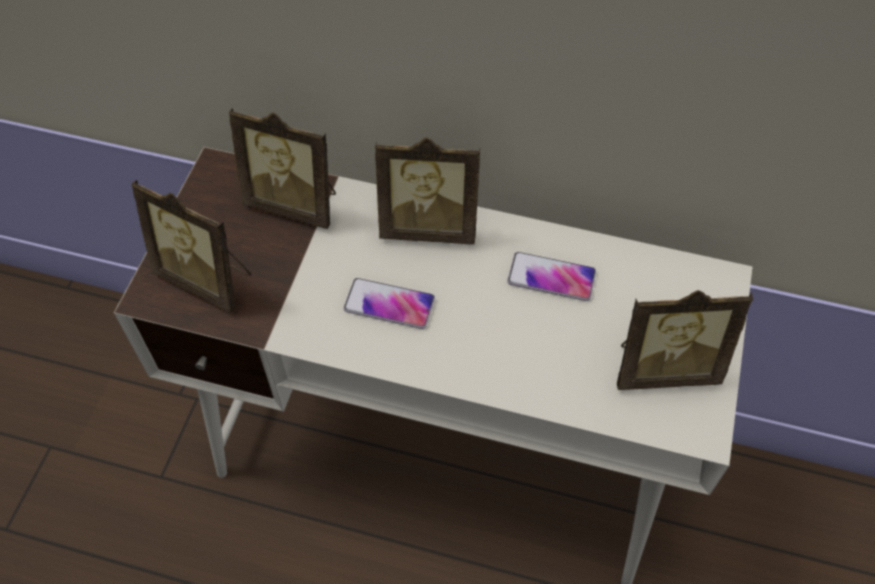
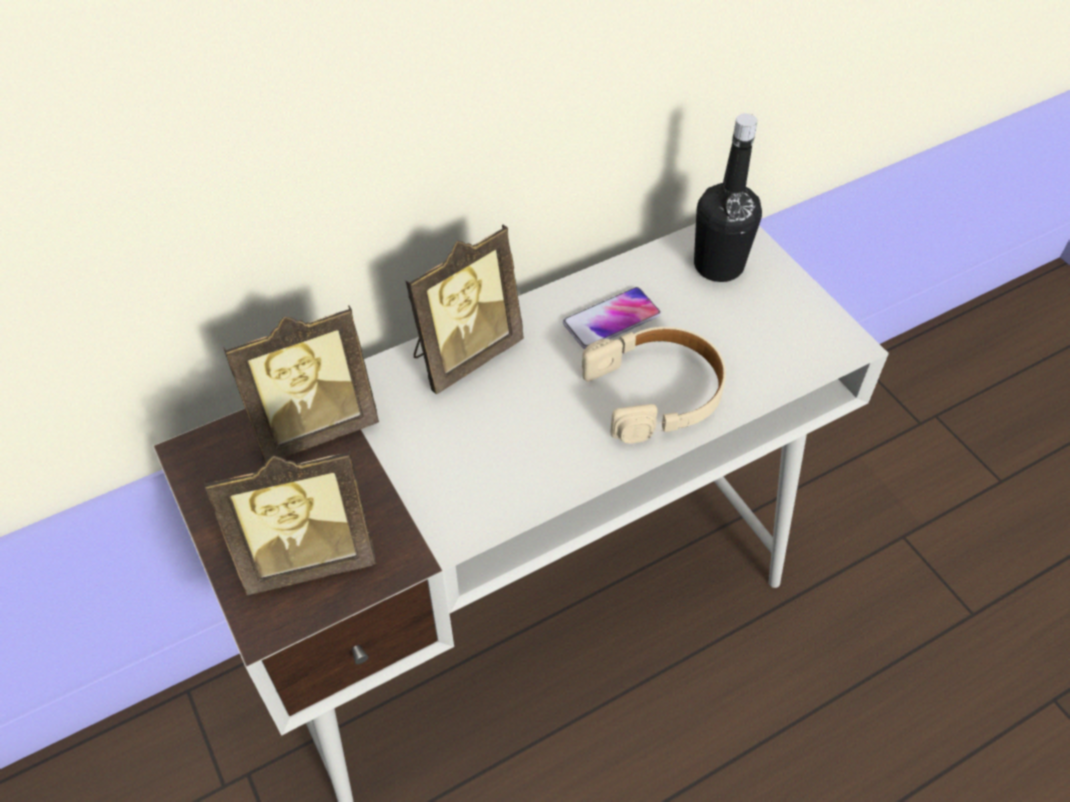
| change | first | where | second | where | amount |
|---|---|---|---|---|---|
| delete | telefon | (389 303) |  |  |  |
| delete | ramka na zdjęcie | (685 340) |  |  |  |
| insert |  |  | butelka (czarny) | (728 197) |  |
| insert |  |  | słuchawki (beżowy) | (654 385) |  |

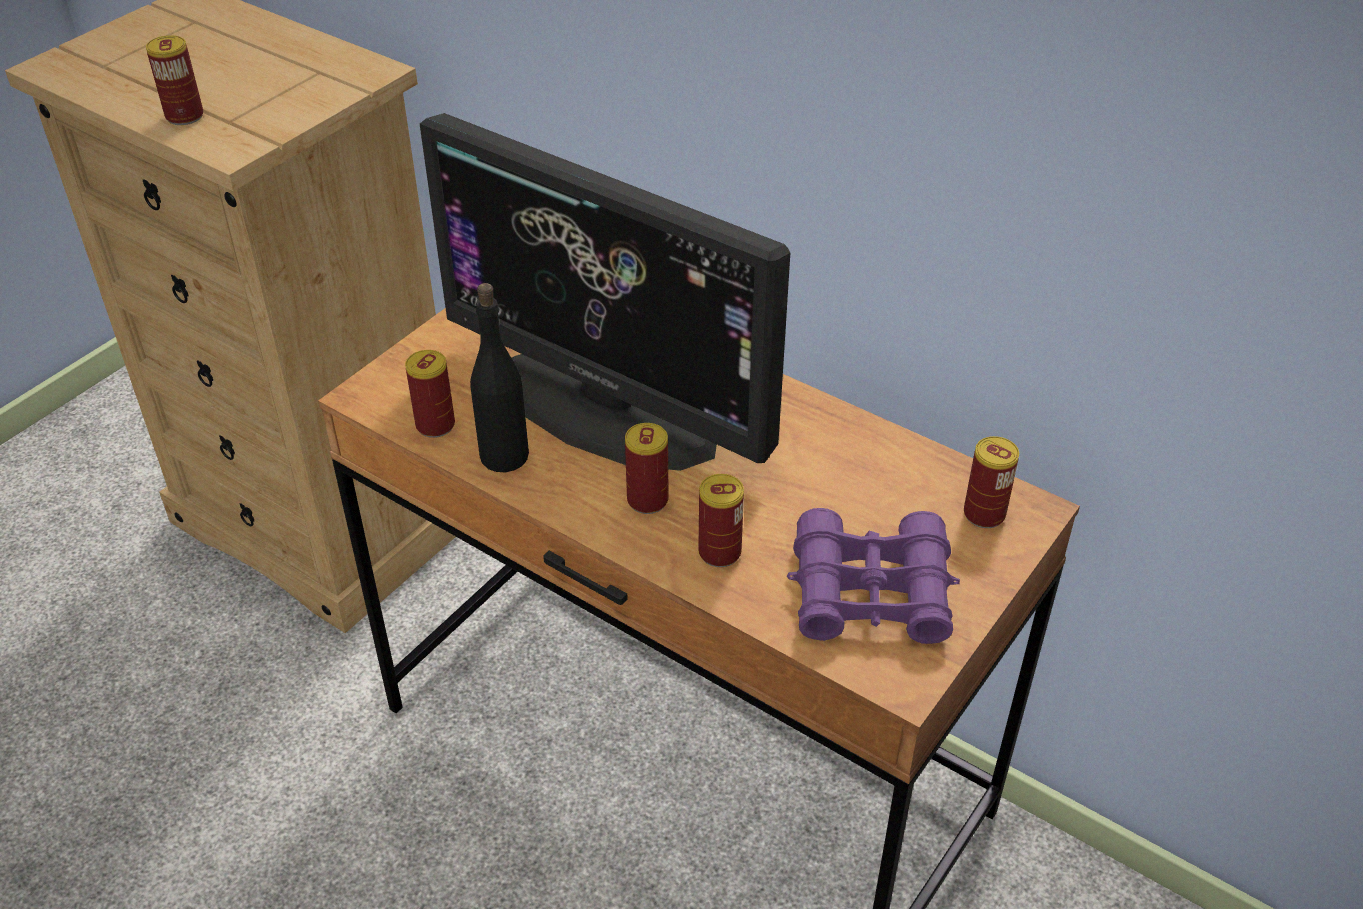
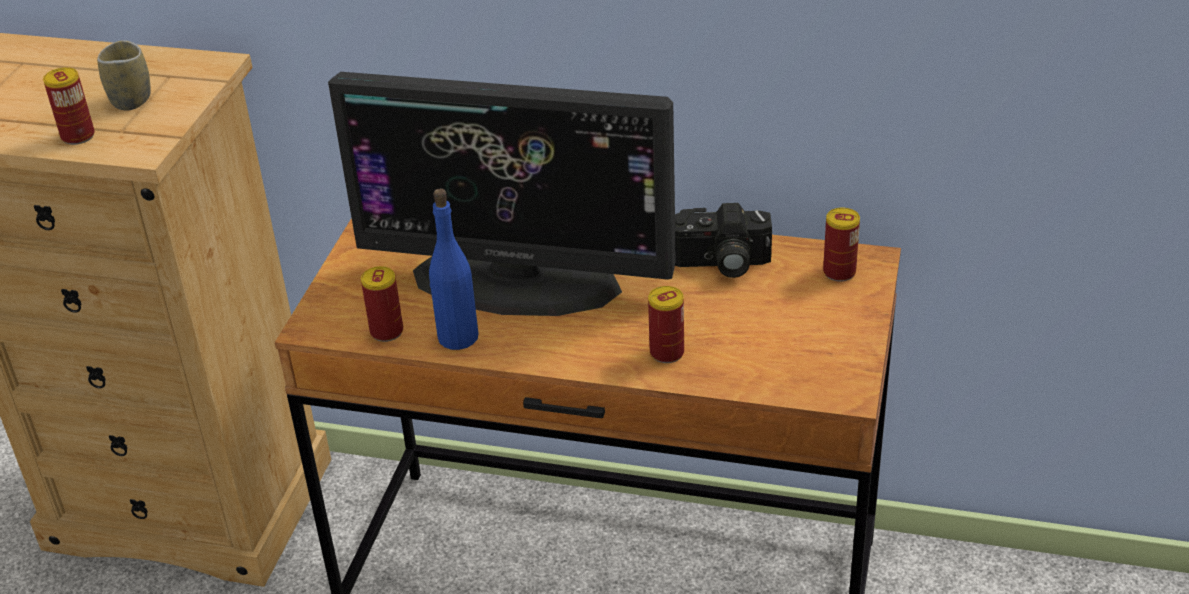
| change | first | where | second | where | amount |
|---|---|---|---|---|---|
| recolor | butelka (czarny) | (499 377) | butelka (niebieski) | (454 269) |  |
| delete | puszka | (647 468) |  |  |  |
| delete | lornetka (fioletowy) | (873 576) |  |  |  |
| insert |  |  | filiżanka | (124 75) |  |
| insert |  |  | aparat fotograficzny | (723 240) |  |

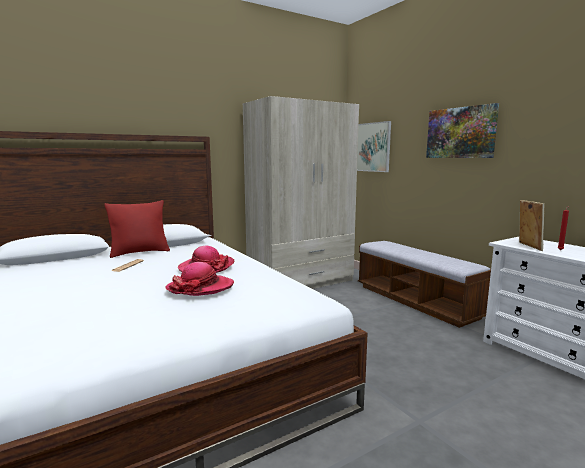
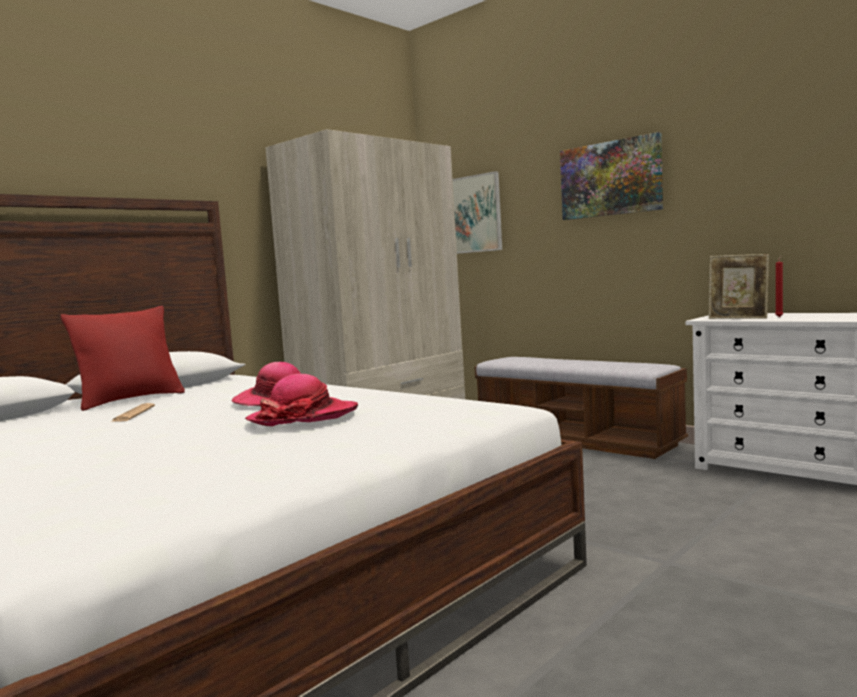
| change | first | where | second | where | amount |
|---|---|---|---|---|---|
| rotate | ramka na zdjęcie | (532 225) |  | (739 286) | 135 degrees clockwise |

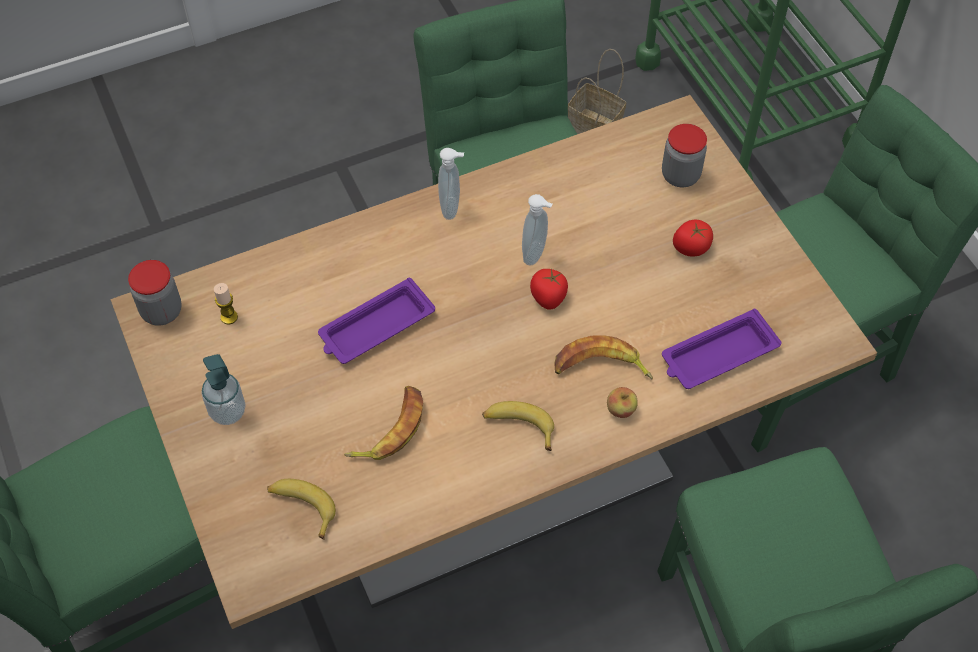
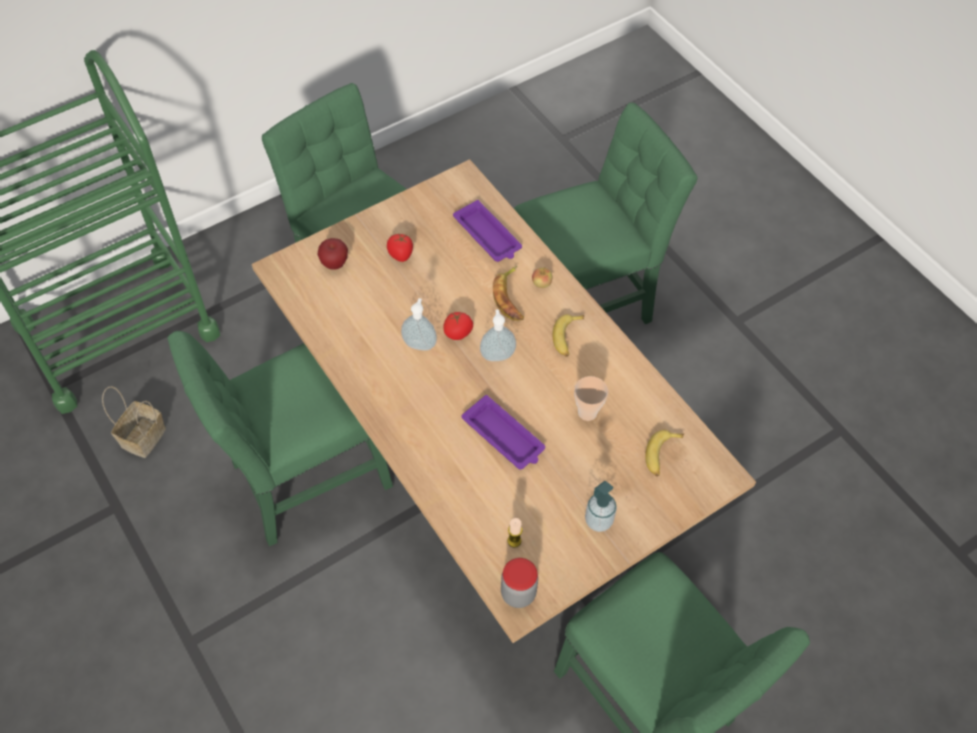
| change | first | where | second | where | amount |
|---|---|---|---|---|---|
| replace | słoik | (684 155) | jabłko | (332 254) |  |
| move | dozownik mydła | (451 184) |  | (498 335) |  |
| replace | banan | (383 423) | filiżanka | (591 398) |  |

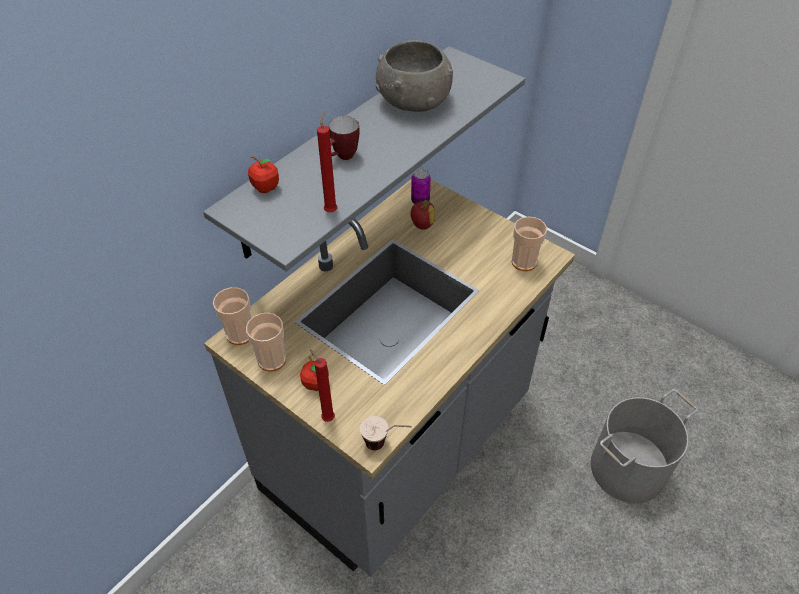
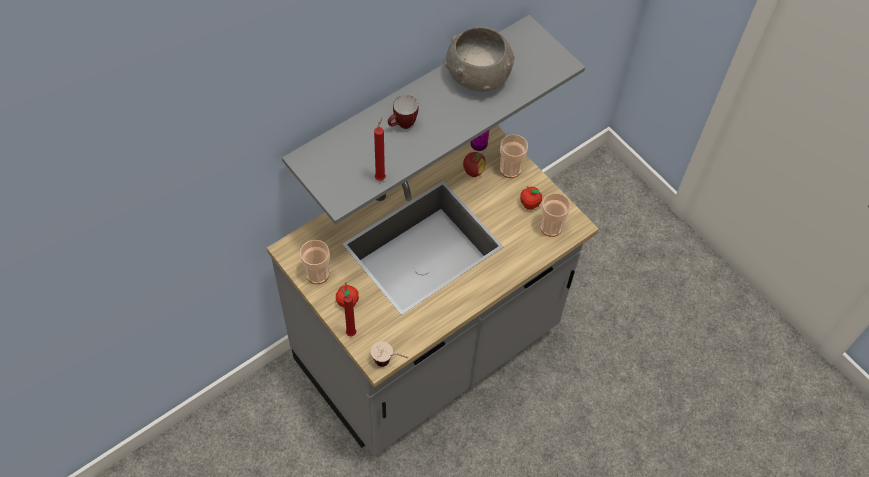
| change | first | where | second | where | amount |
|---|---|---|---|---|---|
| move | jabłko | (263 174) |  | (531 198) |  |
| move | filiżanka | (232 316) |  | (514 156) |  |
| delete | wiadro (szary) | (644 446) |  |  |  |

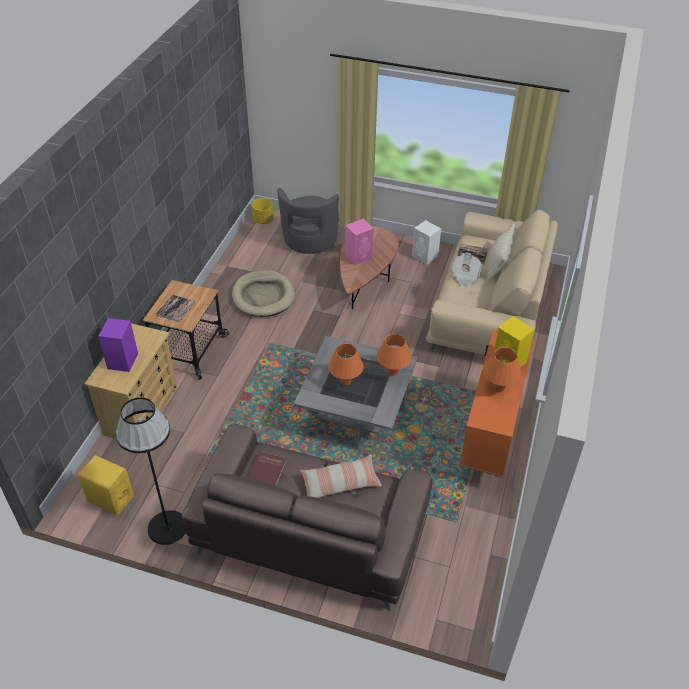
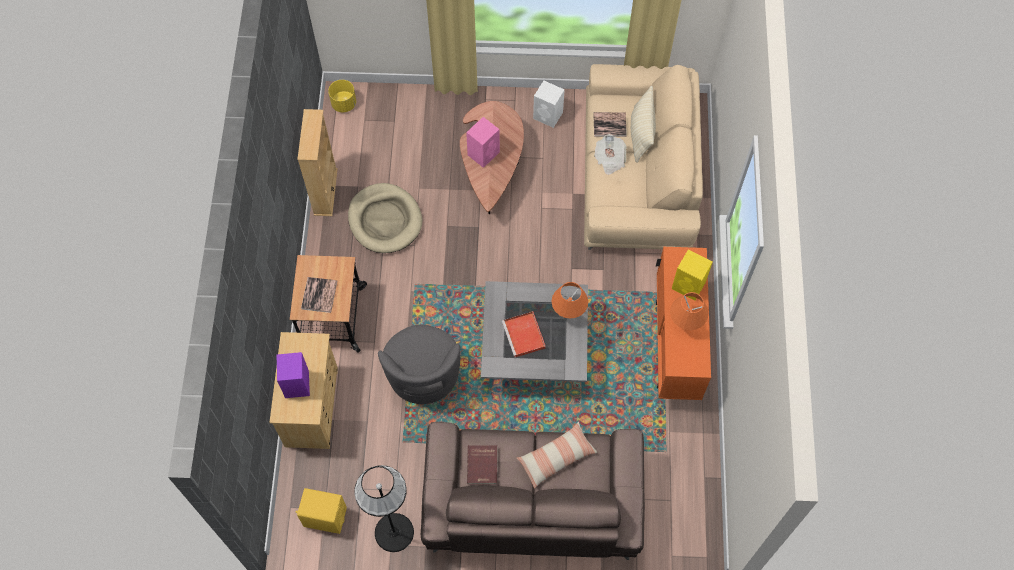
| change | first | where | second | where | amount |
|---|---|---|---|---|---|
| move | fotel (szary) | (308 221) |  | (419 364) |  |
| replace | lampa stołowa (pomarańczowy) | (346 364) | taca (czerwony) | (524 334) |  |
| insert |  |  | regał (beżowy) | (317 162) |  |

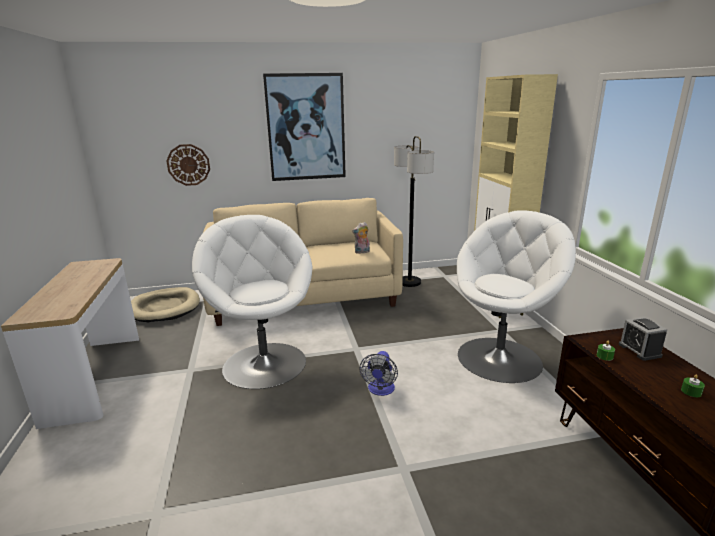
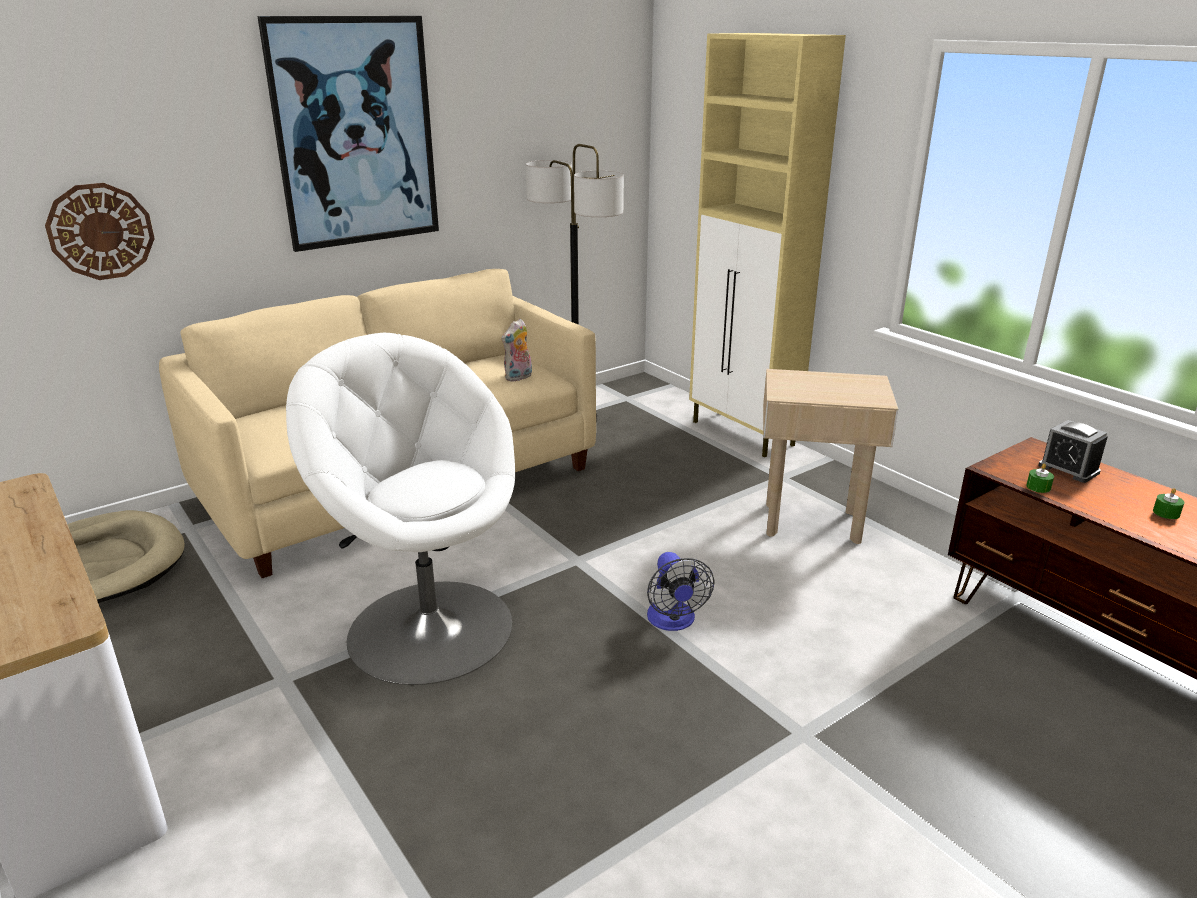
| change | first | where | second | where | amount |
|---|---|---|---|---|---|
| replace | fotel (biały) | (516 296) | stolik (beżowy) | (830 456) |  |

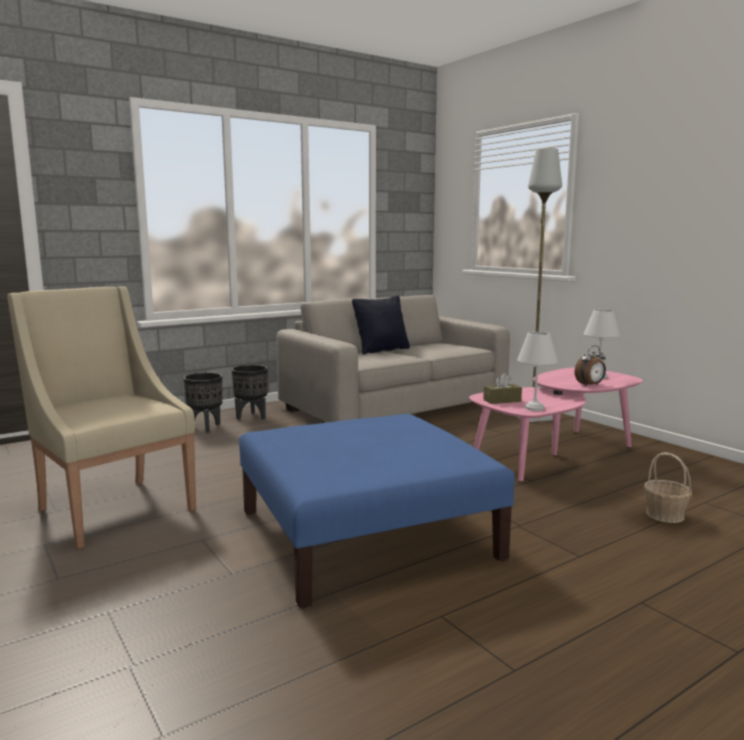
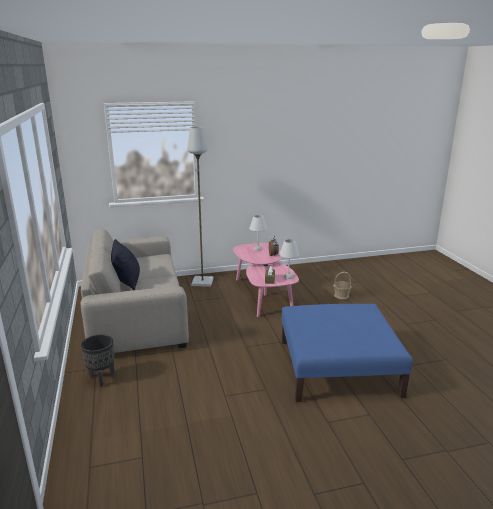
| change | first | where | second | where | amount |
|---|---|---|---|---|---|
| delete | fotel (beżowy) | (101 417) |  |  |  |
| delete | donica (czarny) | (203 402) |  |  |  |

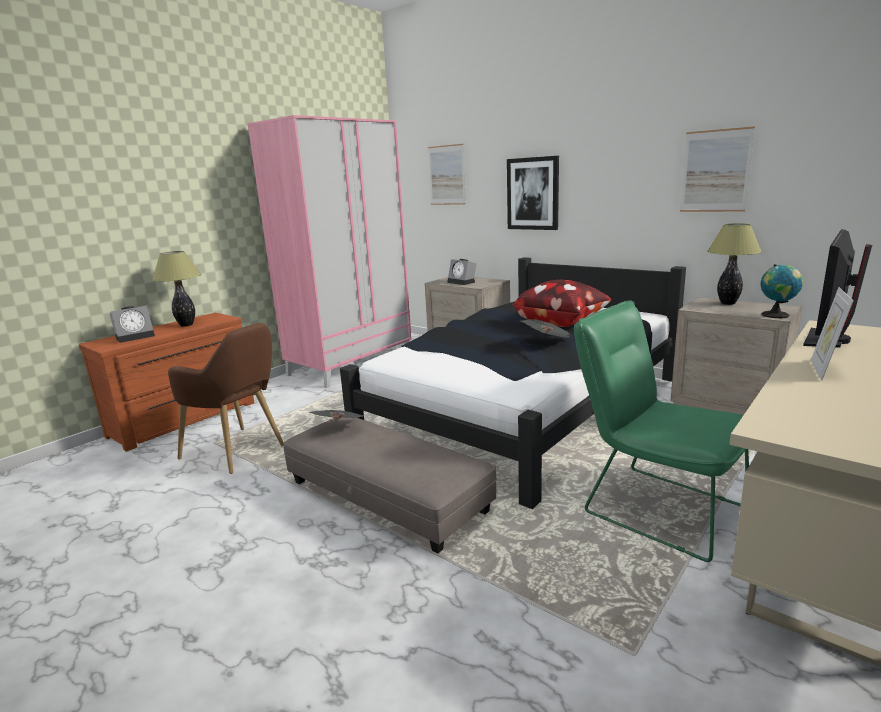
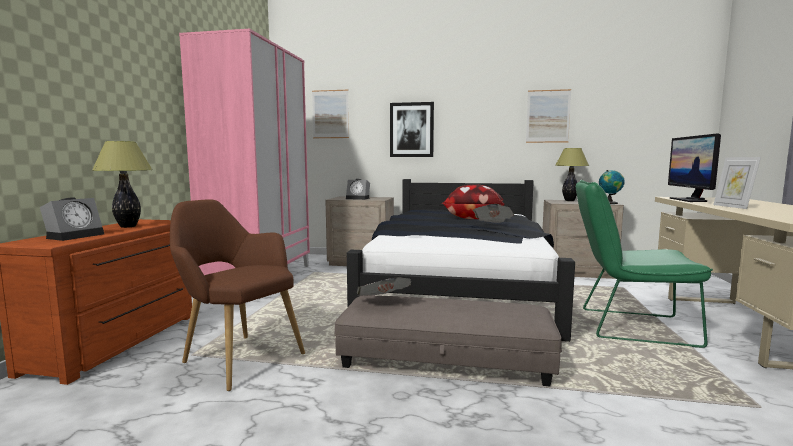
| change | first | where | second | where | amount |
|---|---|---|---|---|---|
| rotate | fotel (brązowy) | (226 398) |  | (237 295) | 150 degrees counterclockwise |

